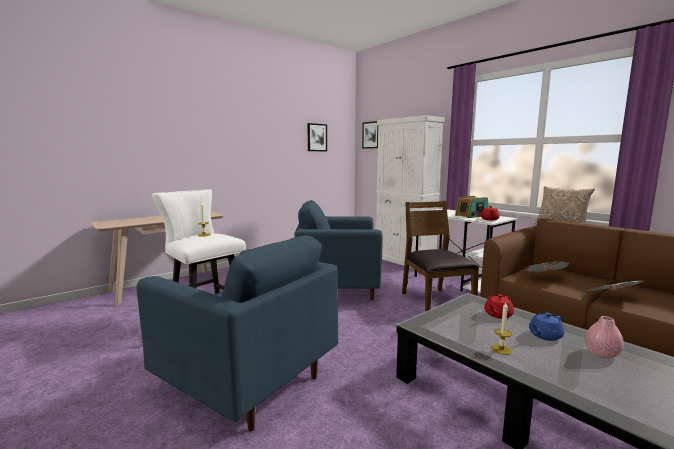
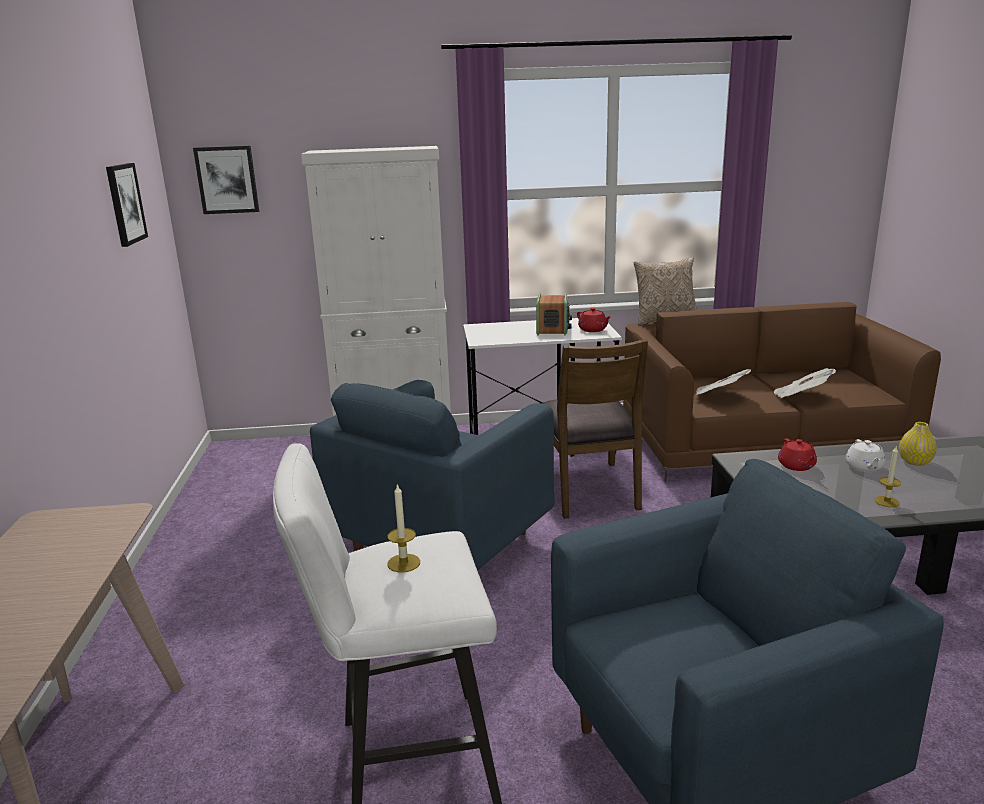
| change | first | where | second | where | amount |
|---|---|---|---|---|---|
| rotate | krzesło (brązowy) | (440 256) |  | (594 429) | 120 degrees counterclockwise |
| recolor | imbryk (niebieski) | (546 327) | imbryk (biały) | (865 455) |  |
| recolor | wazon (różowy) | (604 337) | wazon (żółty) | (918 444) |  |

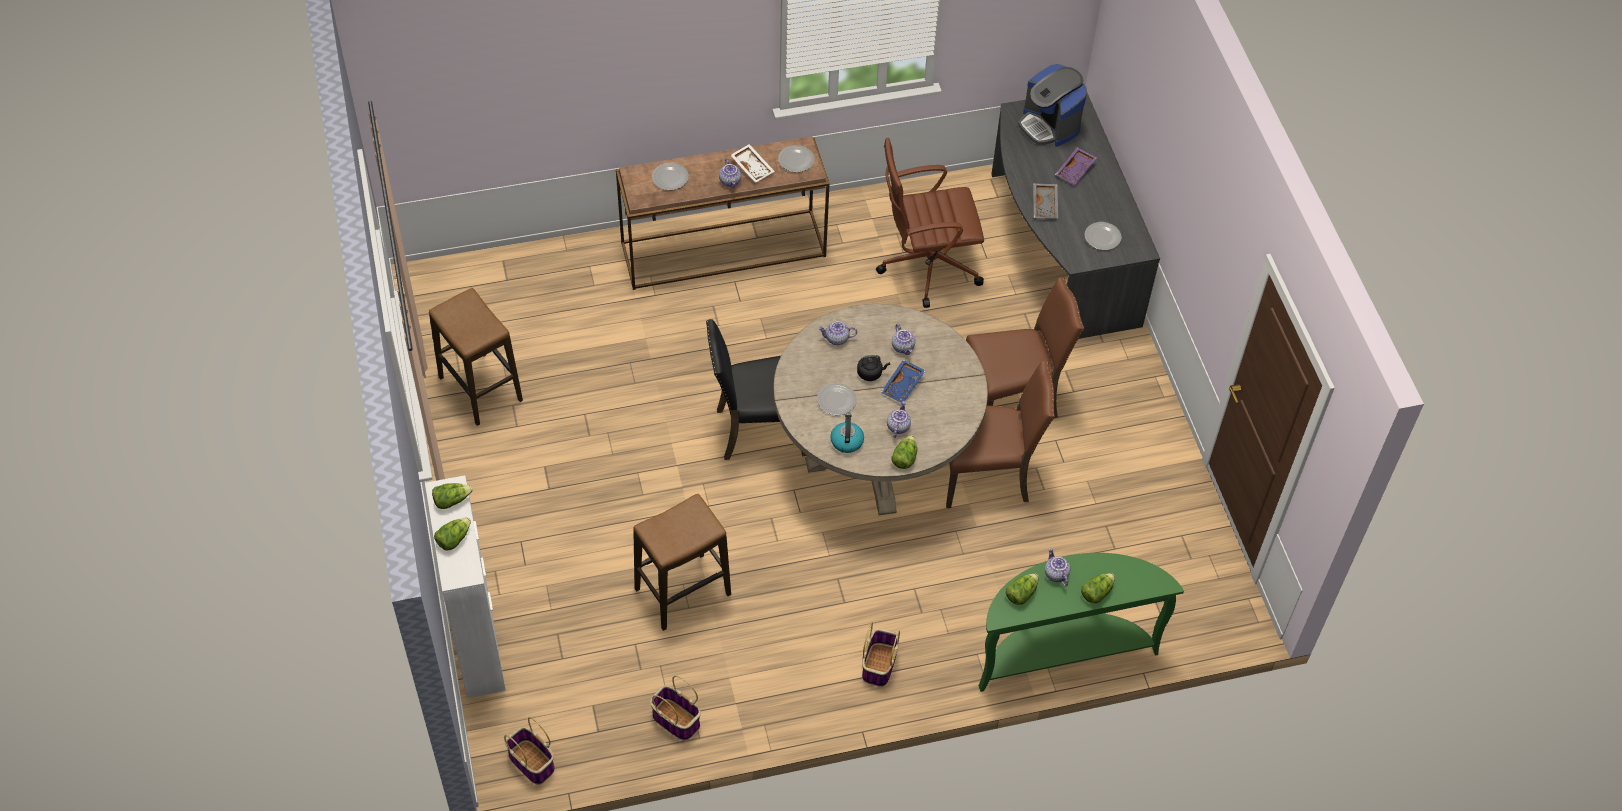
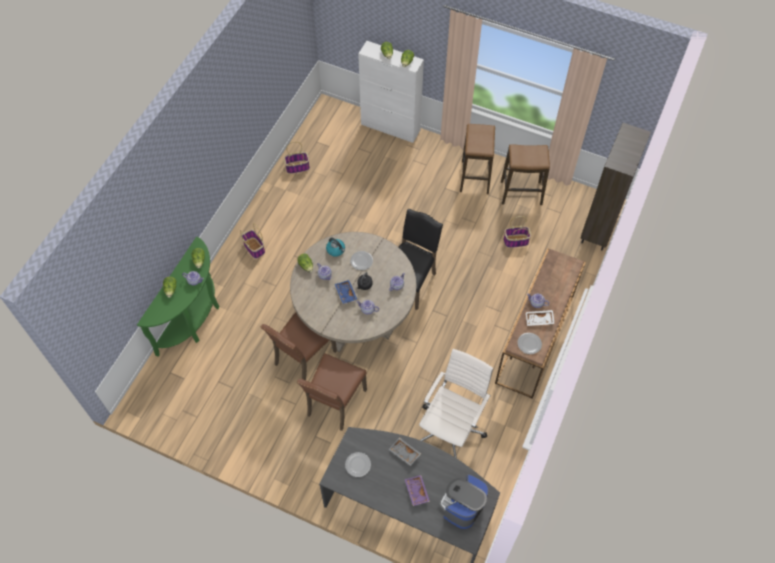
| change | first | where | second | where | amount |
|---|---|---|---|---|---|
| rotate | ekspres do kawy | (1052 105) |  | (464 501) | 60 degrees counterclockwise |
| recolor | krzesło biurowe (brązowy) | (930 223) | krzesło biurowe (biały) | (456 403) |  |
| delete | talerz | (670 176) |  |  |  |
| move | stołek | (682 562) |  | (477 159) |  |
| move | koszyk | (529 751) |  | (517 232) |  |
| insert |  |  | regał (brązowy) | (615 187) |  |

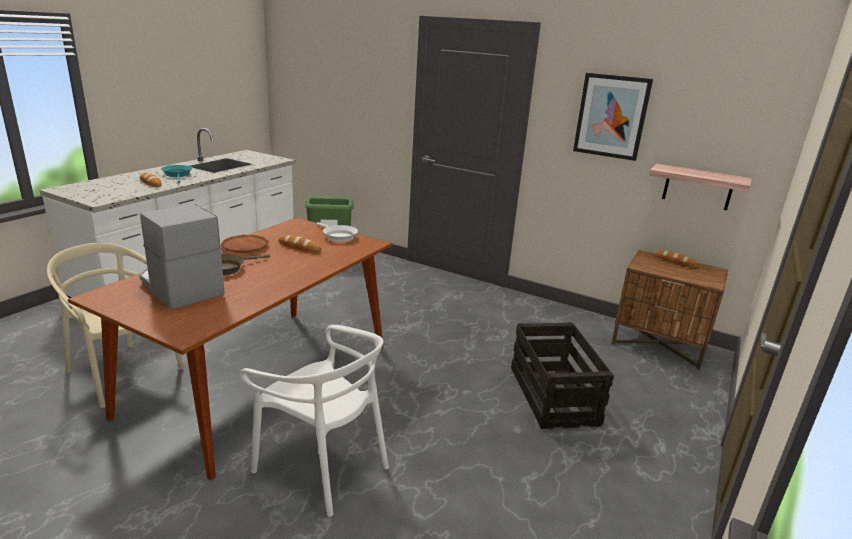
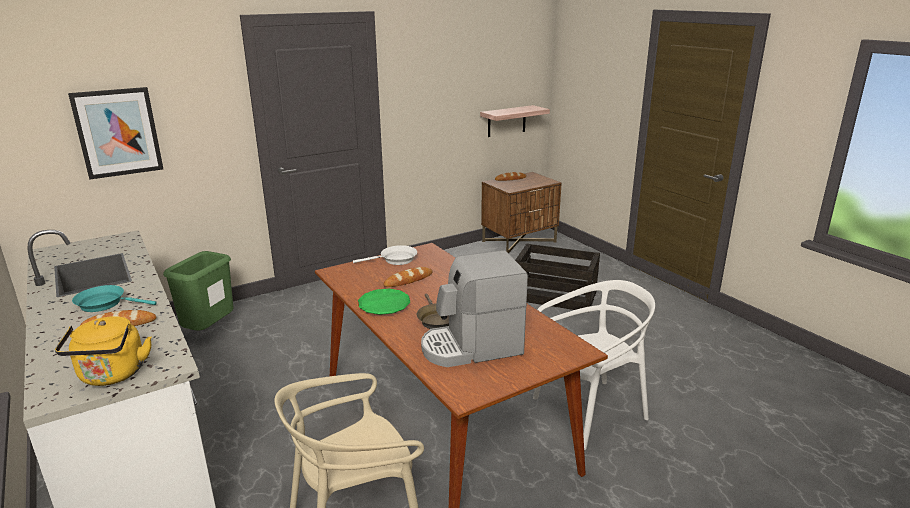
| change | first | where | second | where | amount |
|---|---|---|---|---|---|
| move | obraz | (613 117) |  | (115 133) |  |
| recolor | talerz (brązowy) | (245 244) | talerz (zielony) | (384 302) |  |
| insert |  |  | czajnik (żółty) | (103 351) |  |

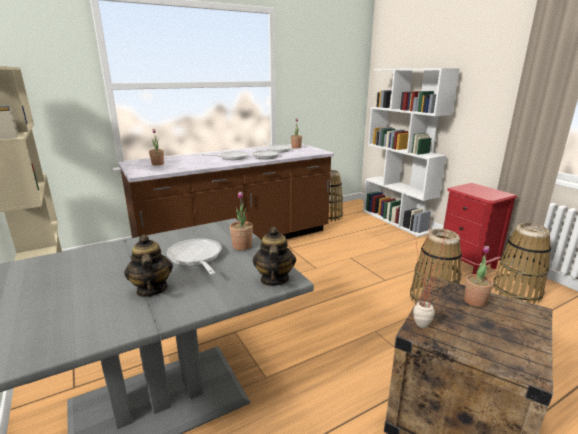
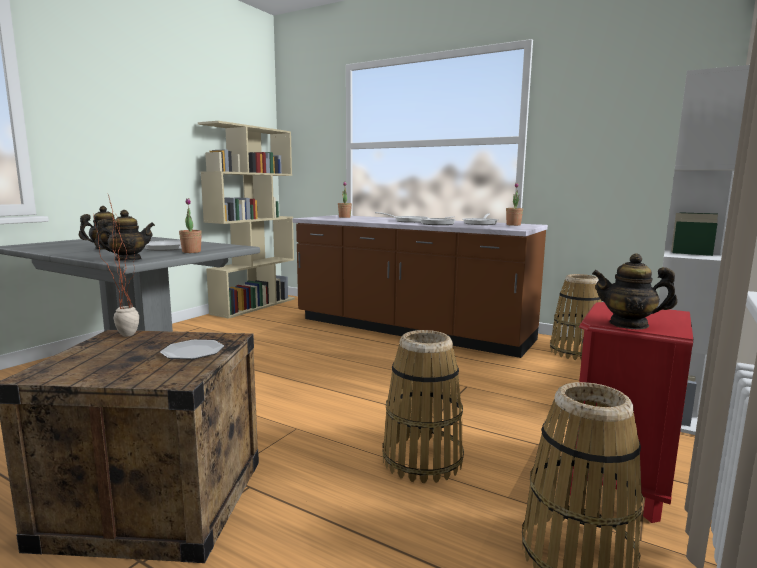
| change | first | where | second | where | amount |
|---|---|---|---|---|---|
| replace | roślina doniczkowa | (478 276) | talerz | (192 349) |  |
| insert |  |  | imbryk | (634 291) |  |

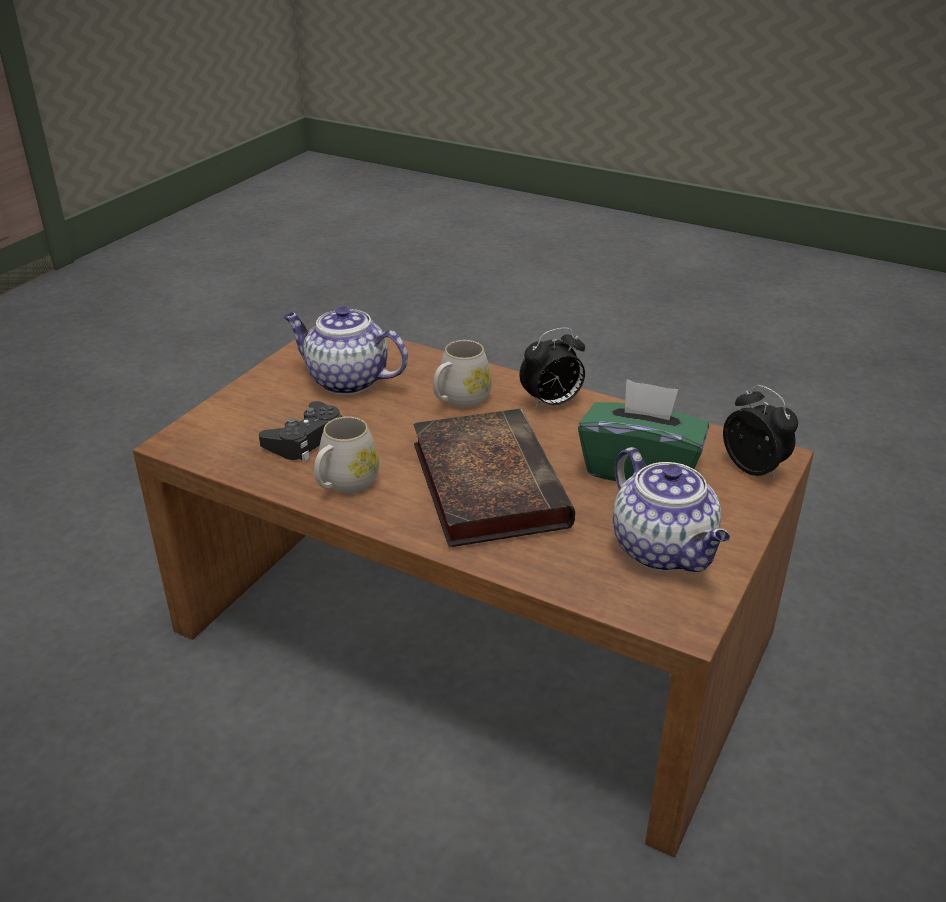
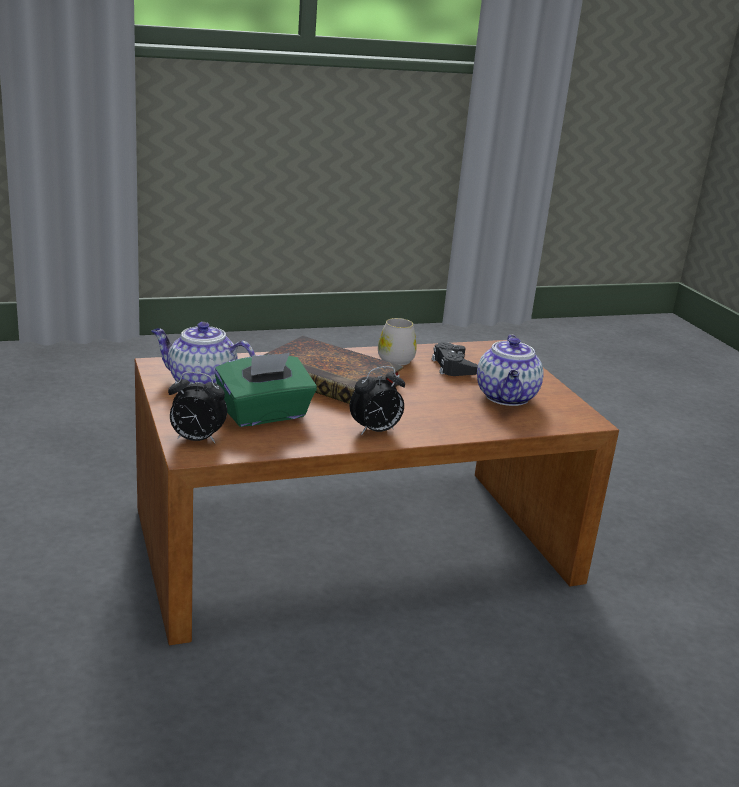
| change | first | where | second | where | amount |
|---|---|---|---|---|---|
| rotate | imbryk | (345 350) |  | (510 370) | 120 degrees clockwise |
| rotate | budzik | (552 368) |  | (377 400) | 135 degrees counterclockwise |
| delete | kubek (biały) | (462 374) |  |  |  |

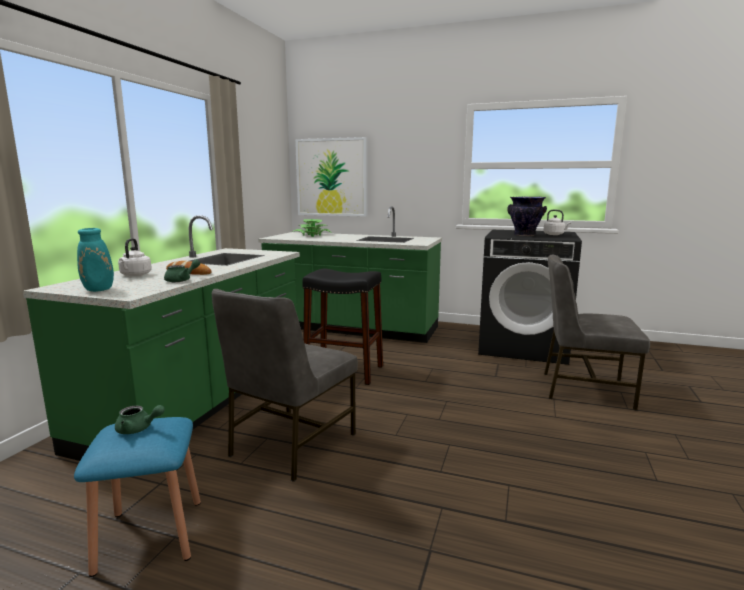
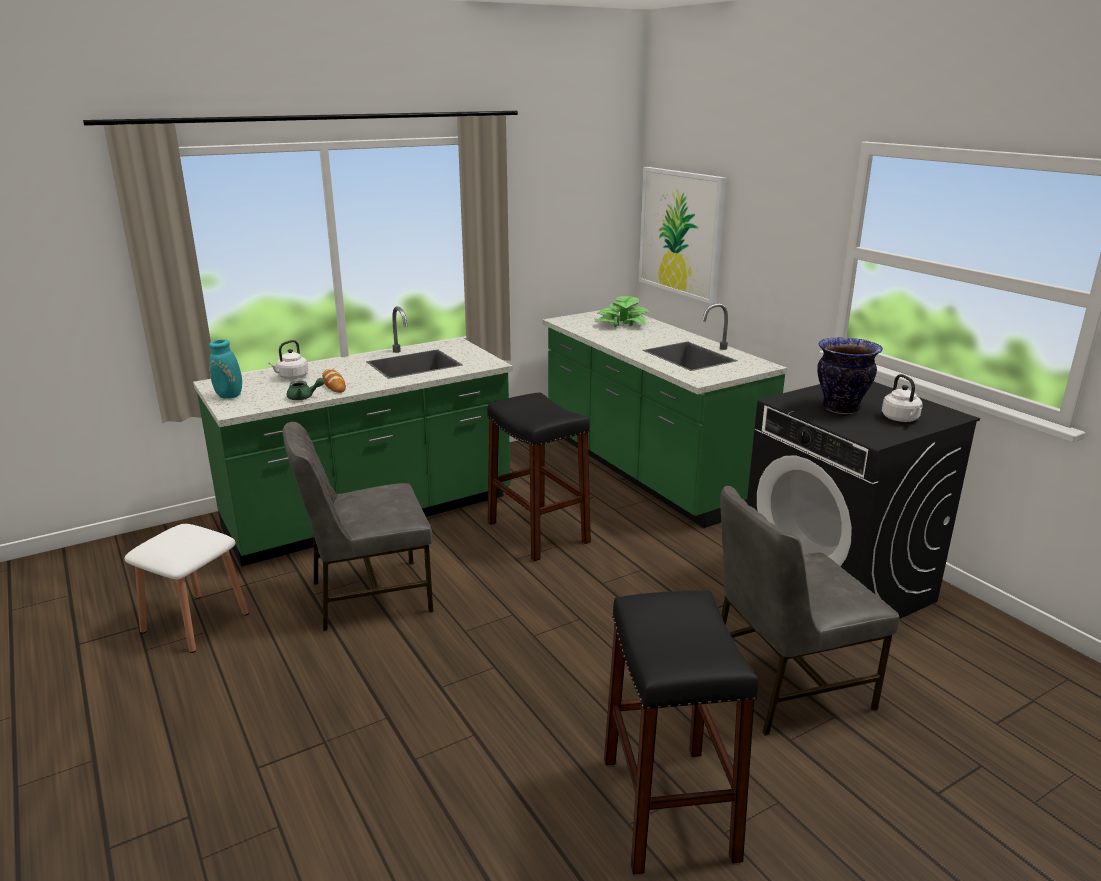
| change | first | where | second | where | amount |
|---|---|---|---|---|---|
| rotate | krzesło (szary) | (597 333) |  | (809 611) | 75 degrees counterclockwise |
| delete | imbryk (zielony) | (140 419) |  |  |  |
| recolor | stołek (niebieski) | (137 497) | stołek (biały) | (186 588) |  |
| insert |  |  | stołek (czarny) | (681 732) |  |

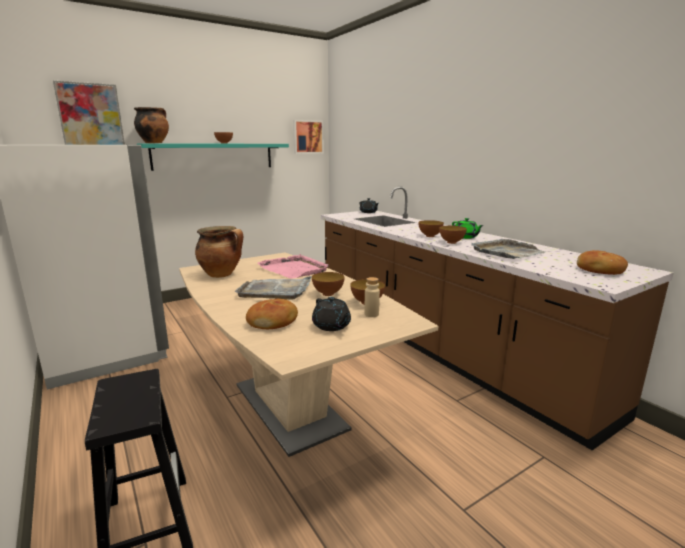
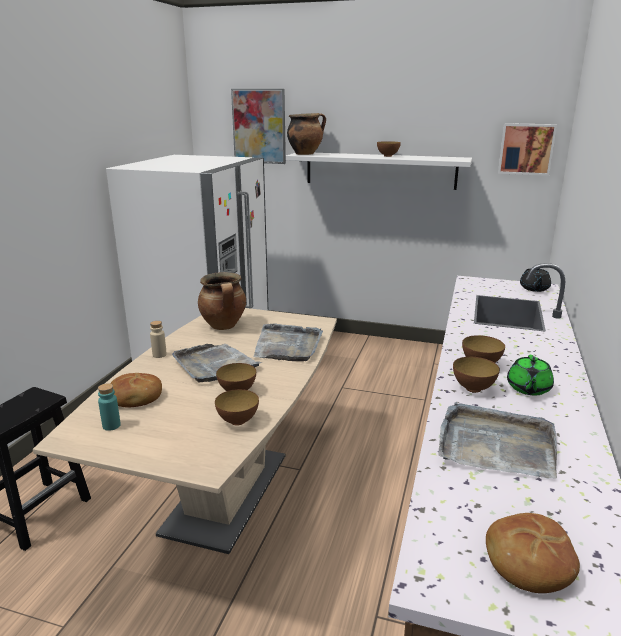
| change | first | where | second | where | amount |
|---|---|---|---|---|---|
| recolor | półka (turkusowy) | (213 157) | półka (biały) | (379 171) |  |
| recolor | taca (różowy) | (292 266) | taca (szary) | (288 342) |  |
| move | butelka (beżowy) | (372 297) |  | (158 339) |  |
| delete | imbryk (czarny) | (331 314) |  |  |  |
| insert |  |  | butelka (turkusowy) | (109 407) |  |

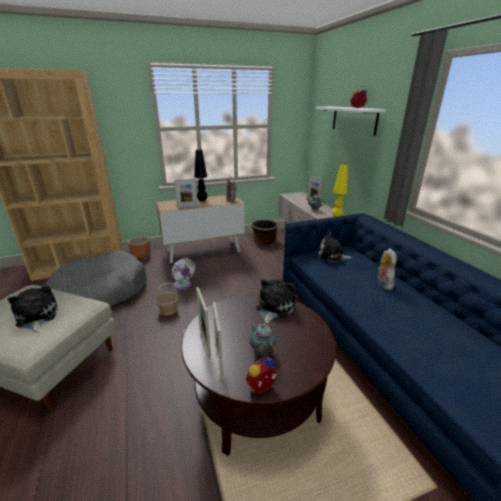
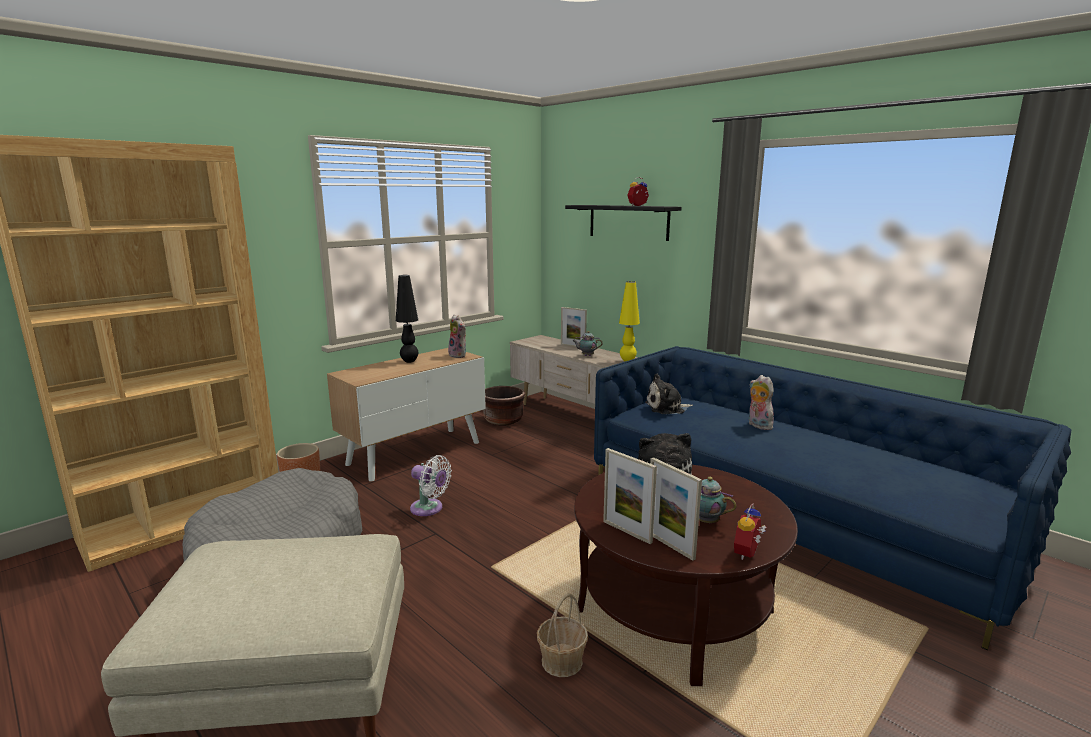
| change | first | where | second | where | amount |
|---|---|---|---|---|---|
| recolor | półka (biały) | (351 121) | półka (czarny) | (623 223) |  |
| delete | ramka na zdjęcie | (186 193) |  |  |  |
| move | koszyk | (167 299) |  | (562 635) |  |
| delete | pluszak | (33 309) |  |  |  |

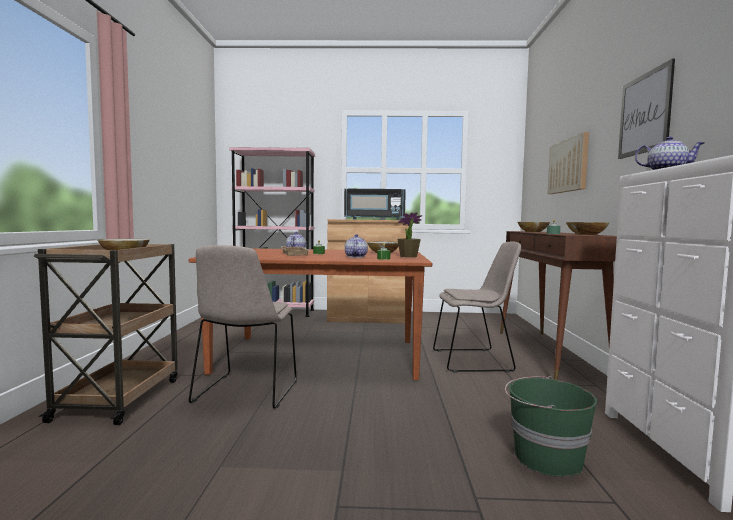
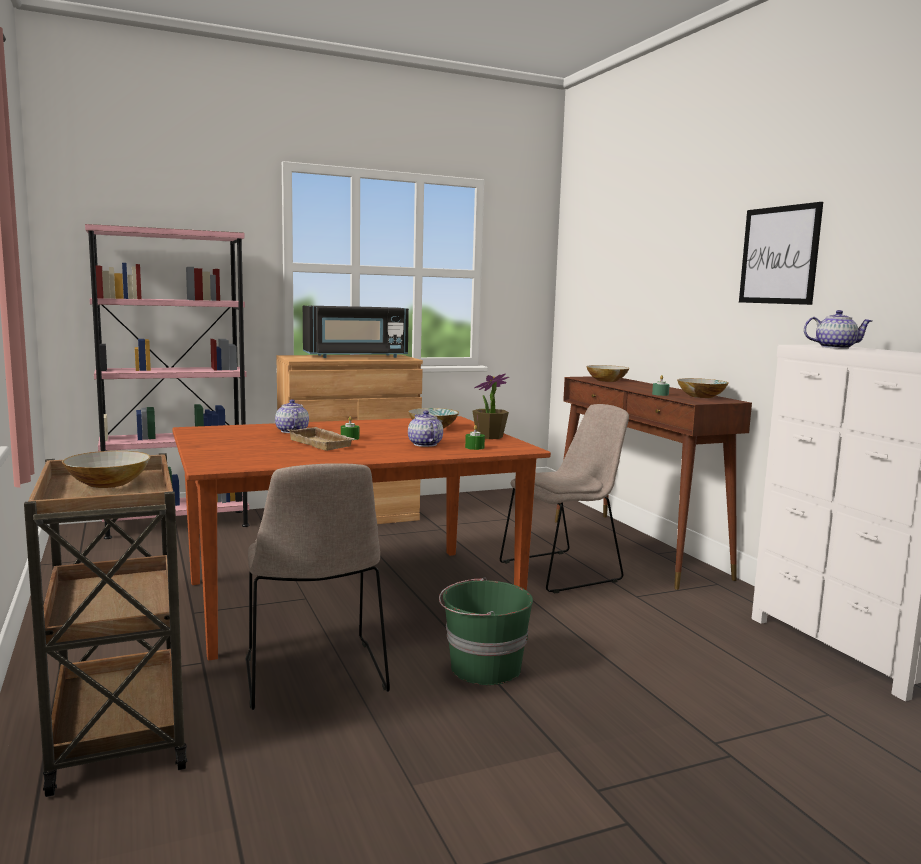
| change | first | where | second | where | amount |
|---|---|---|---|---|---|
| delete | obraz | (568 163) |  |  |  |
| move | wiadro (zielony) | (551 426) |  | (486 631) |  |

